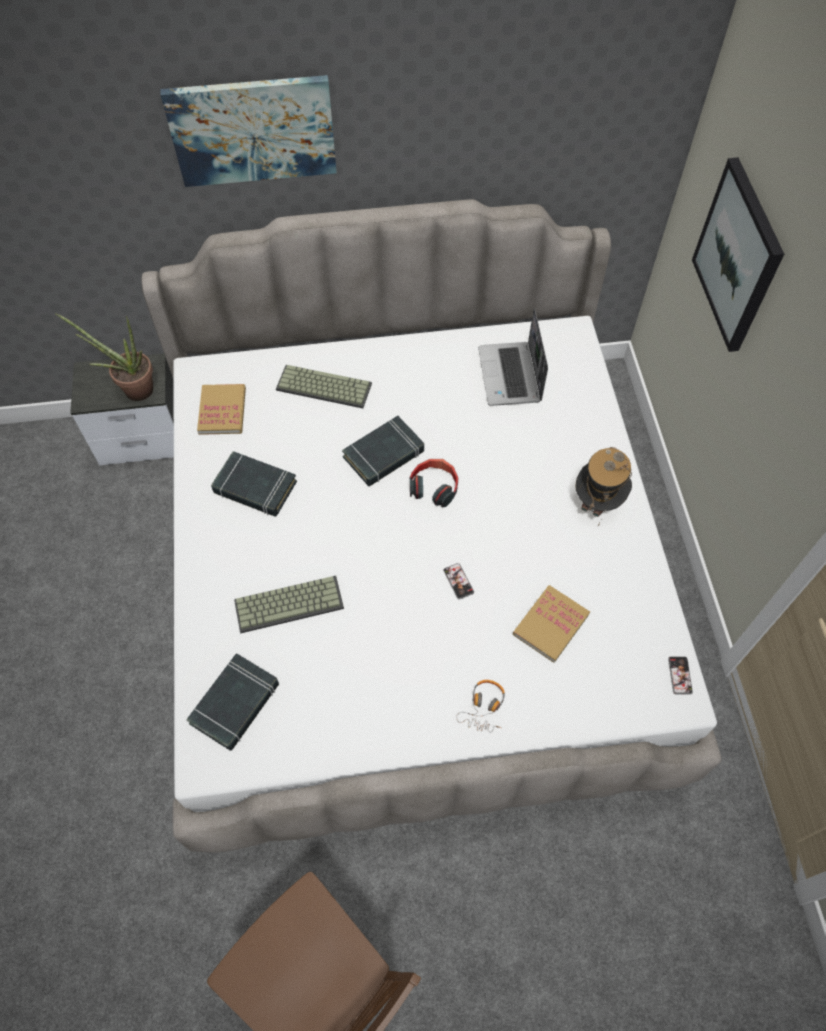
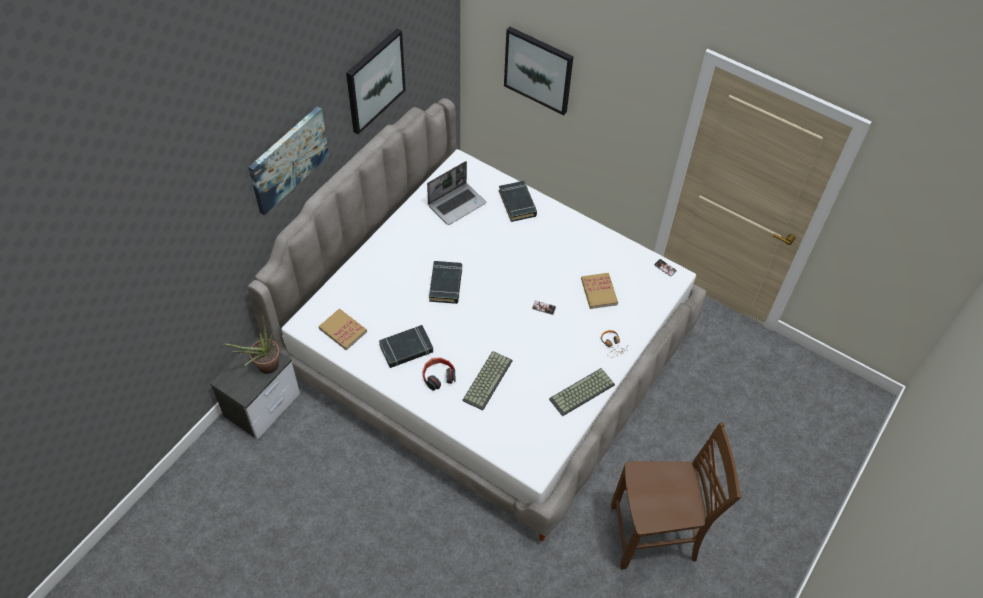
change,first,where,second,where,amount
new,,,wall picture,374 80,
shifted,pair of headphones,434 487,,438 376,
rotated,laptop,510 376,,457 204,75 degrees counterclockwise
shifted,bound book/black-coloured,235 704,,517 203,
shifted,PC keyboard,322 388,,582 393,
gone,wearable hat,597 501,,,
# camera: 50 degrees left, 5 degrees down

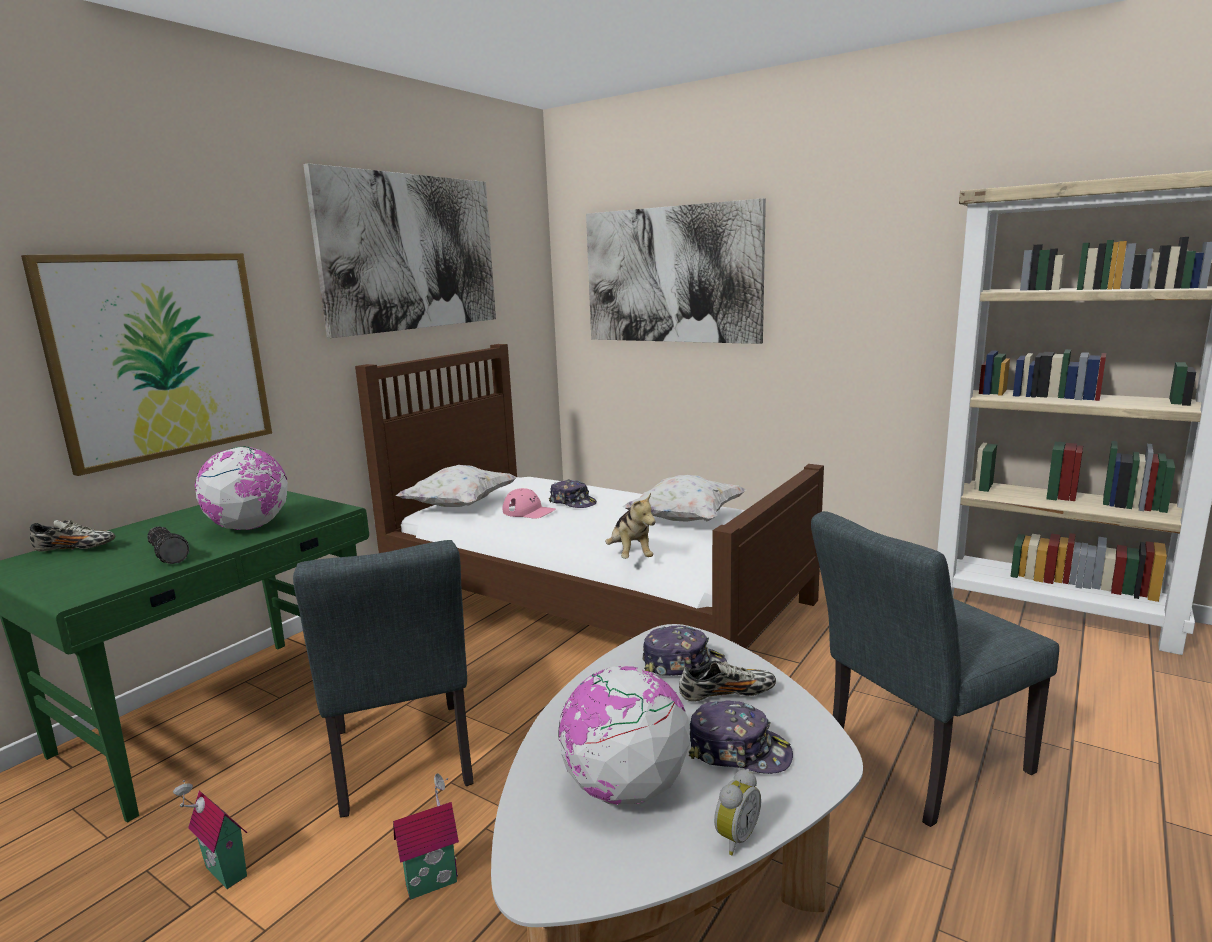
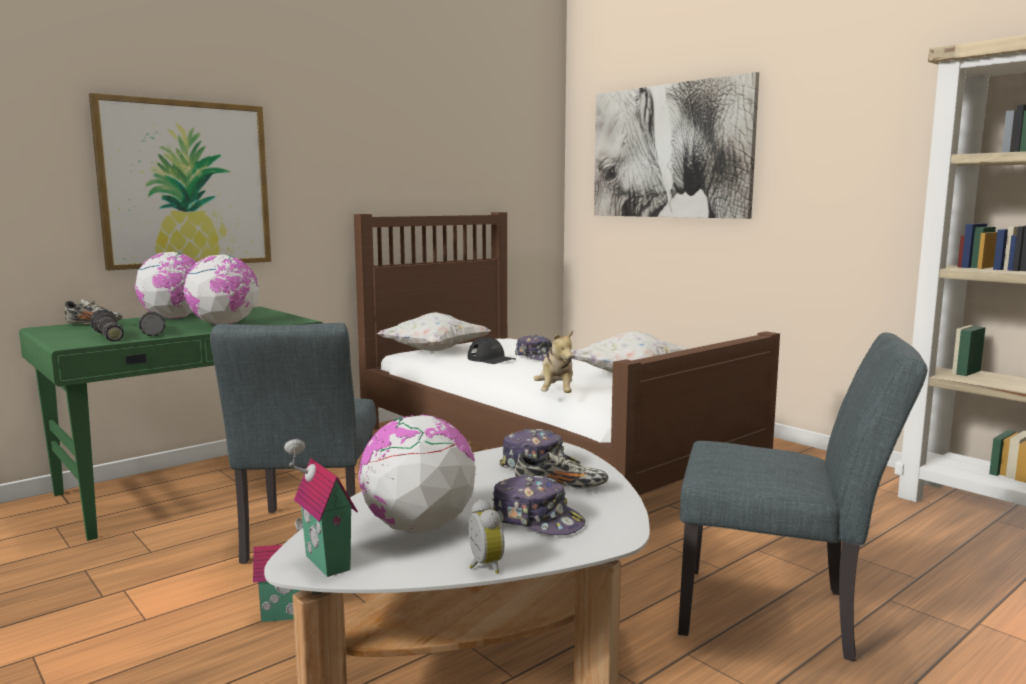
change,first,where,second,where,amount
new,,,hand torch,107 337,
new,,,globe,175 318,
shifted,model house,222 873,,323 563,
repainted,cap/pinkish,529 511,cap/black-coloured,491 359,
rotated,alarm clock,734 837,,483 566,75 degrees counterclockwise
rotated,upright chair/gray,916 766,,781 614,150 degrees counterclockwise
gone,wall picture,411 252,,,
# camera: 15 degrees right, 5 degrees down

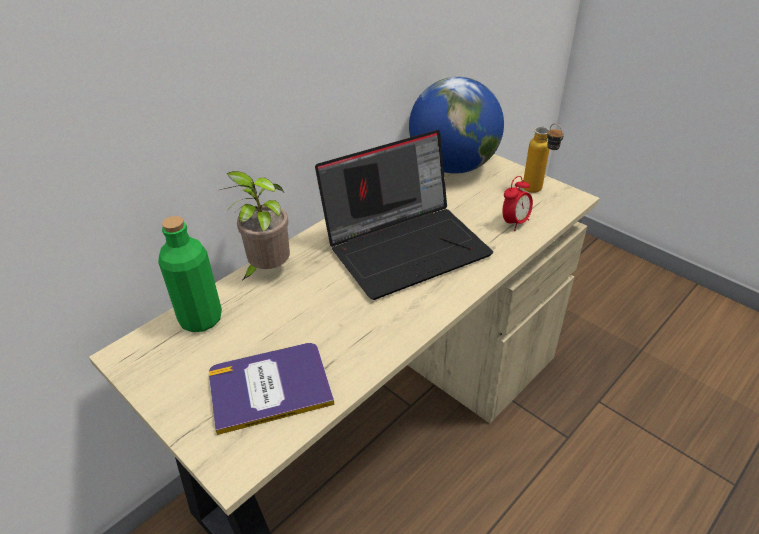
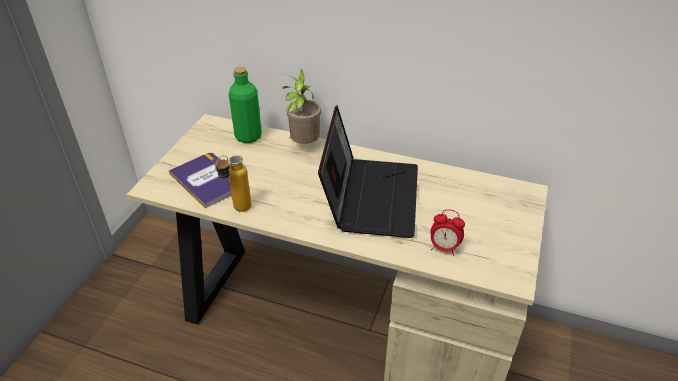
change,first,where,second,where,amount
shifted,drink bottle,537 192,,237 210,
rotated,laptop,407 245,,370 196,120 degrees counterclockwise
gone,globe,453 166,,,
# camera: 65 degrees right, 0 degrees up

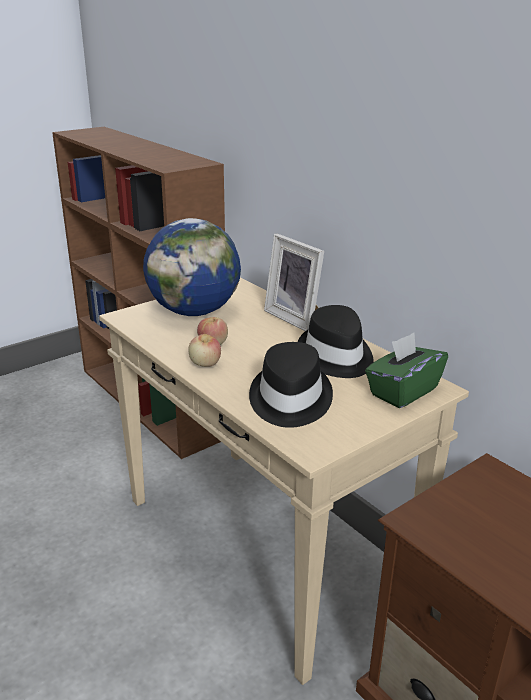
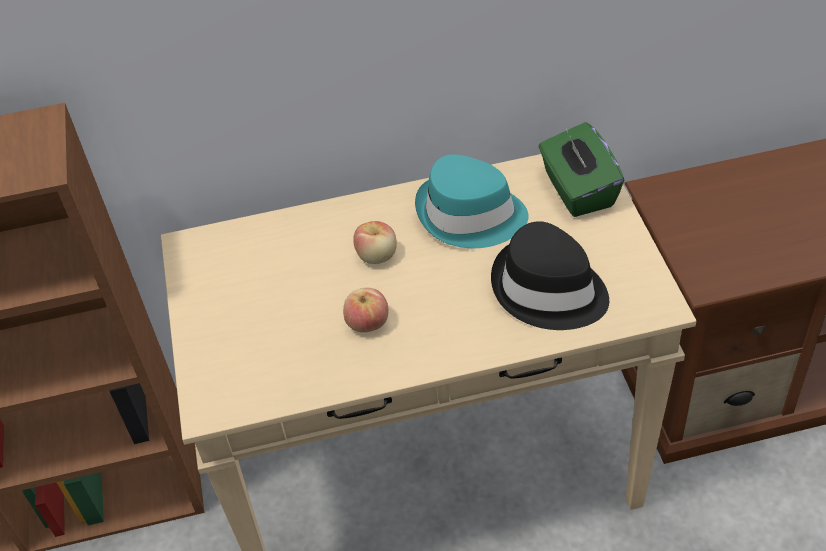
change,first,where,second,where,amount
shifted,apple fruit,205 364,,377 256,
repainted,wearable hat/black-coloured,335 356,wearable hat/turquoise,470 216,
gone,globe,194 311,,,
gone,standing frame,296 318,,,
# camera: 60 degrees left, 20 degrees up

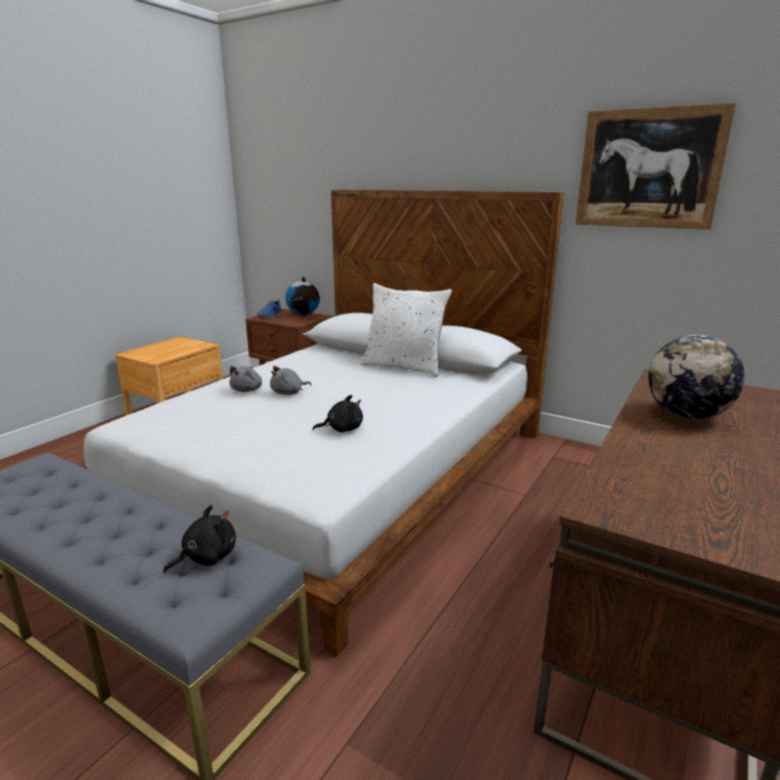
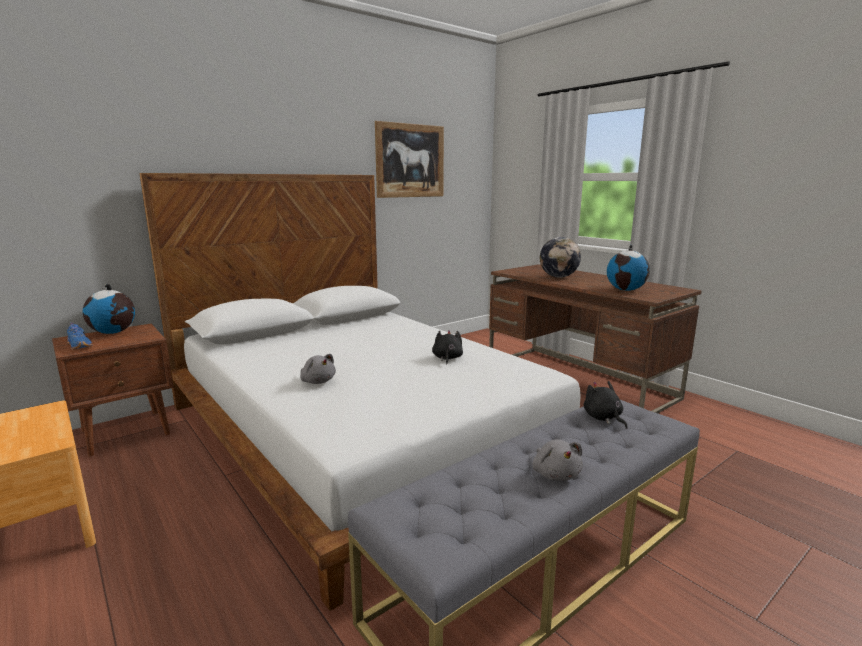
change,first,where,second,where,amount
shifted,cuddly toy/gray,289 393,,555 474,
new,,,globe,626 290,
gone,pillow/white,404 367,,,
# camera: 70 degrees left, 5 degrees down

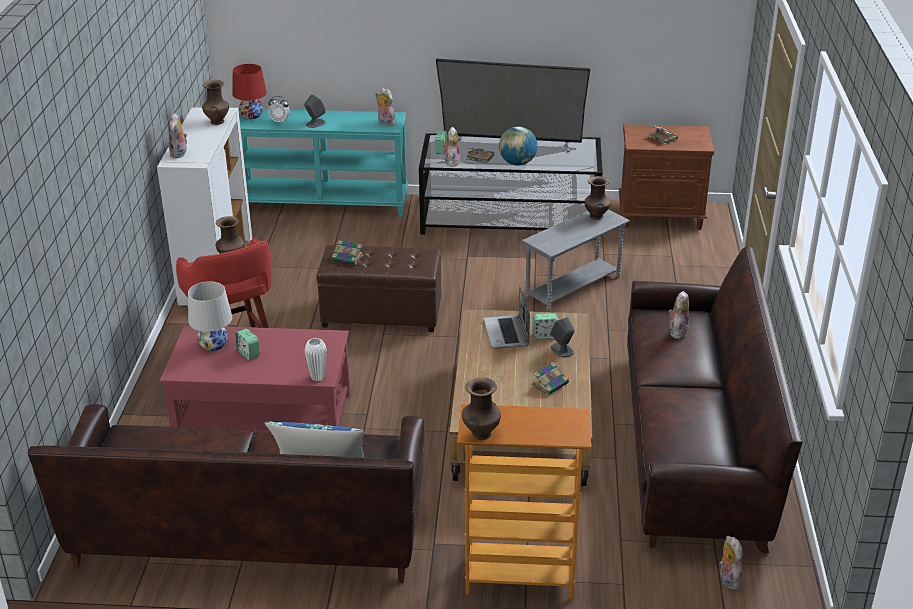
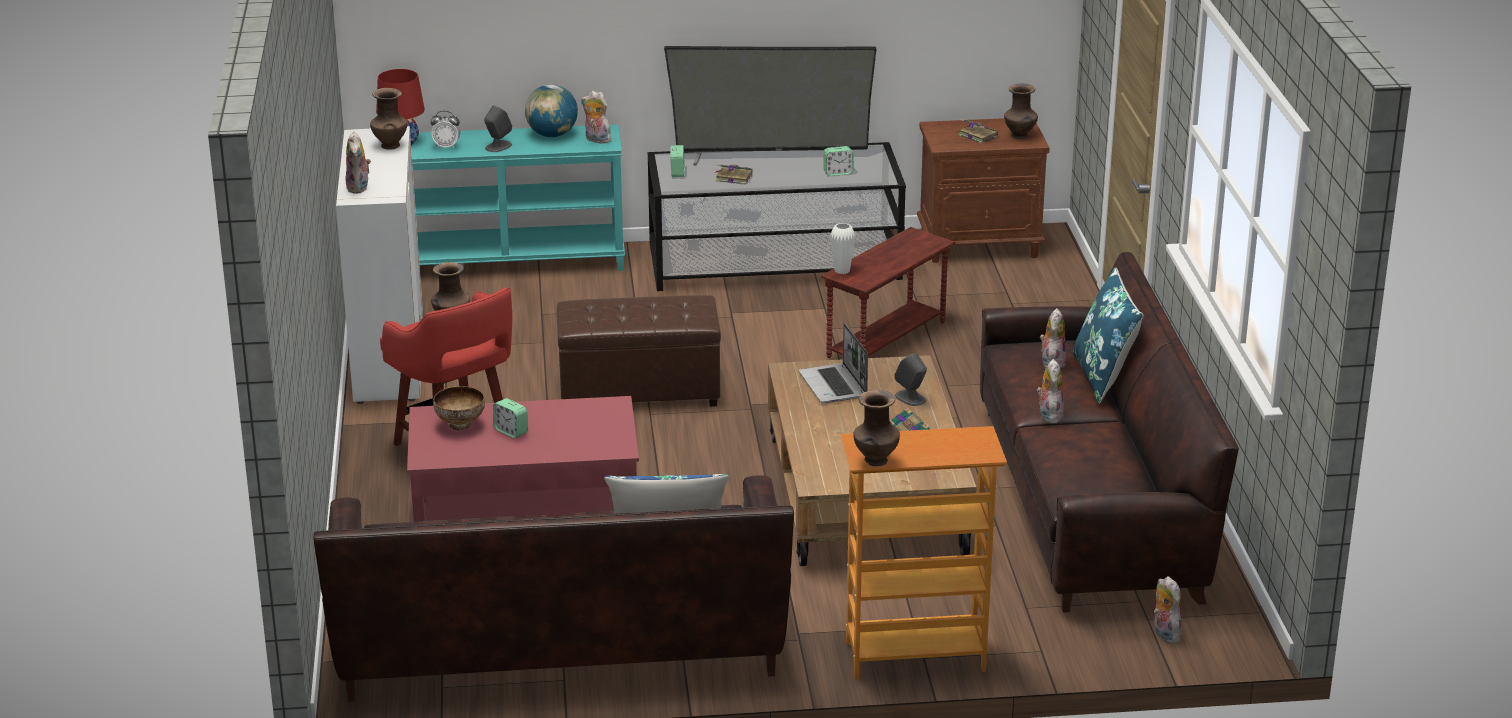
change,first,where,second,where,amount
swapped,lamp for a table/white,213 344,serving bowl,459 425,
shifted,globe,517 163,,552 135,
repainted,side table/gray,573 288,side table/brown,887 340,
shifted,alarm clock,545 335,,838 172,
shifted,decorative vase/white,317 377,,842 270,
shifted,decorative vase/brown,596 217,,1020 136,
shifted,cuddly toy,451 162,,1049 415,
new,,,pillow/bluish,1103 377,
gone,bound book,348 258,,,
# camera: 10 degrees left, 5 degrees down

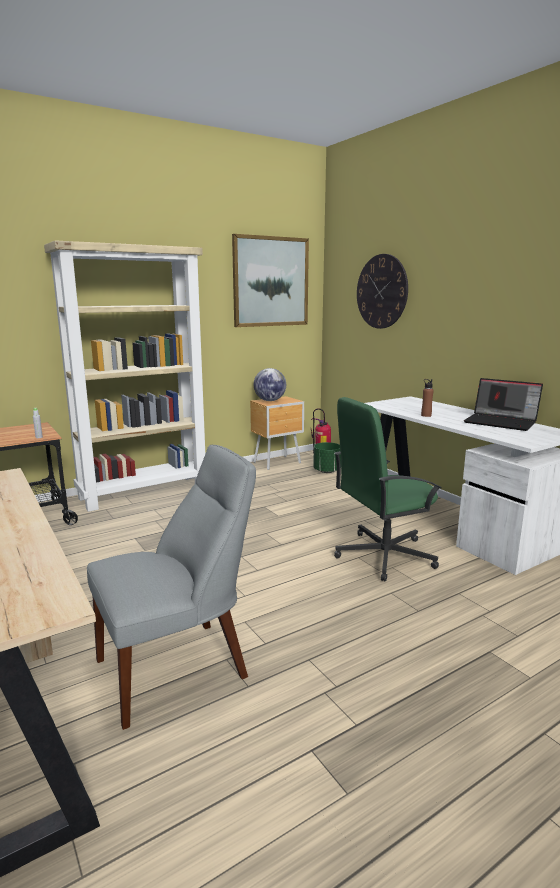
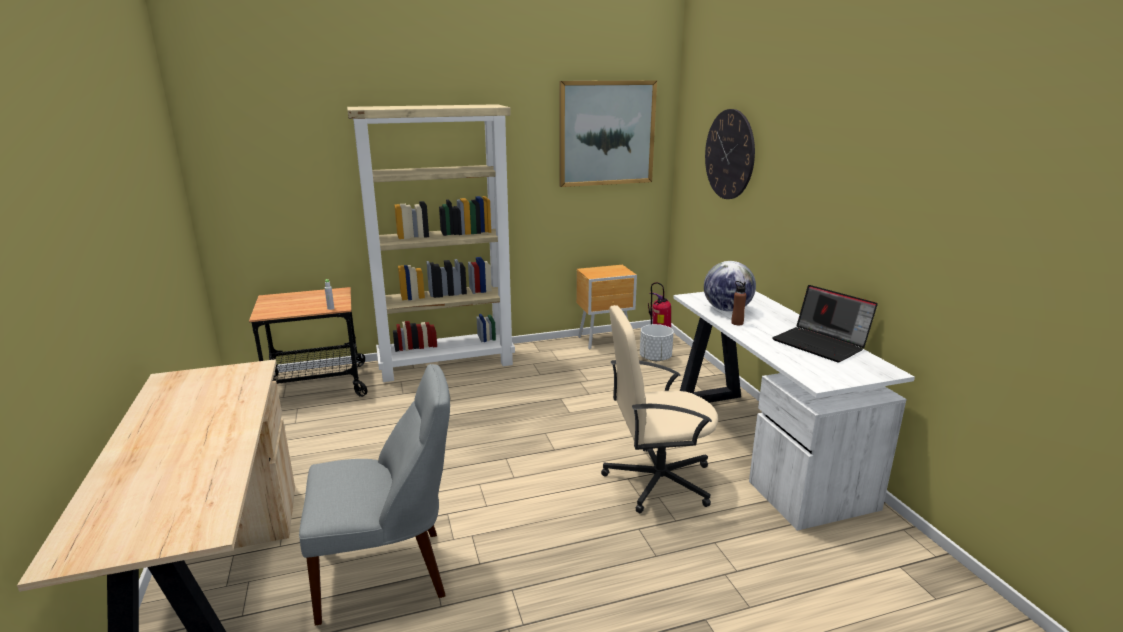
change,first,where,second,where,amount
repainted,desk chair/greenish,383 555,desk chair/sand-coloured,657 480,
repainted,flower pot/greenish,326 471,flower pot/white,655 358,
shifted,globe,269 400,,727 309,
# camera: 15 degrees right, 5 degrees up

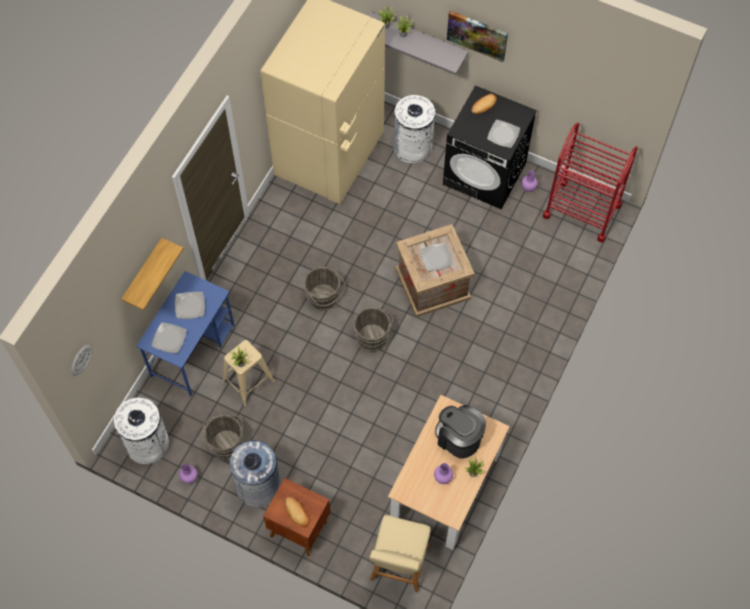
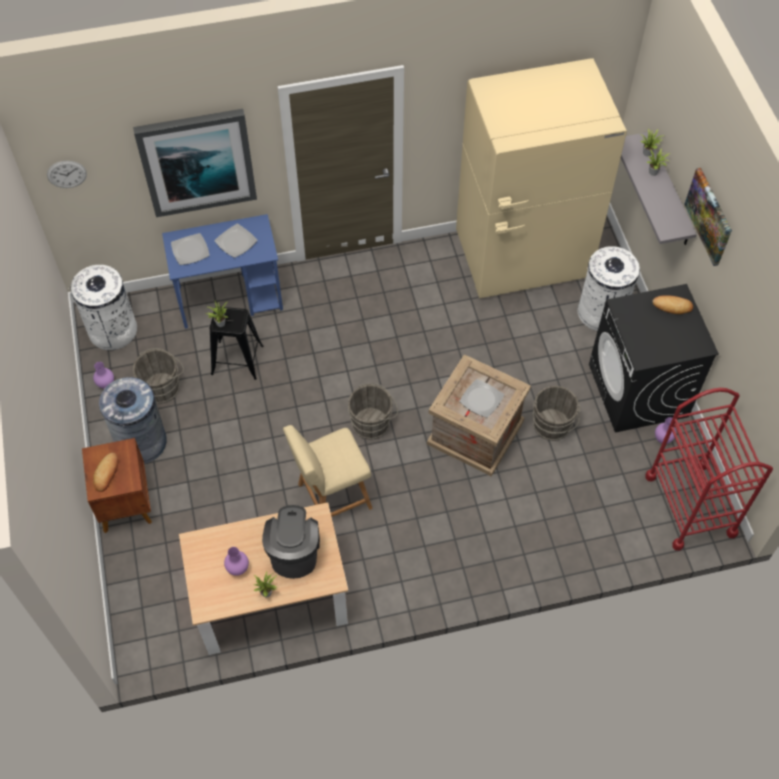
change,first,where,second,where,amount
swapped,shelf,143 274,wall picture,197 161,
repainted,sitting stool/sand-coloured,248 381,sitting stool/black-coloured,237 360,
shifted,upright chair/sand-coloured,399 566,,331 497,
shifted,bucket/gray,324 299,,551 427,
gone,plate,503 135,,,
# camera: 50 degrees right, 5 degrees down

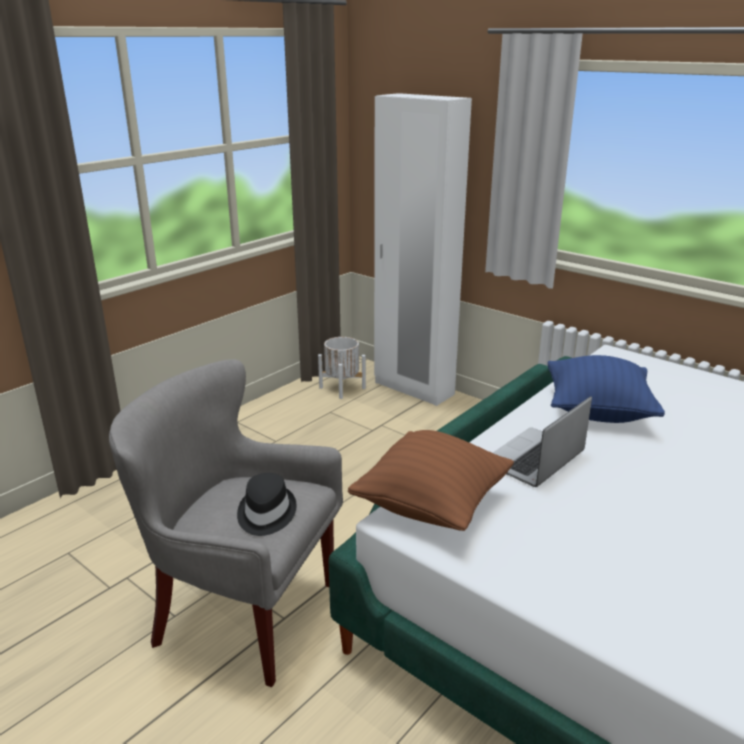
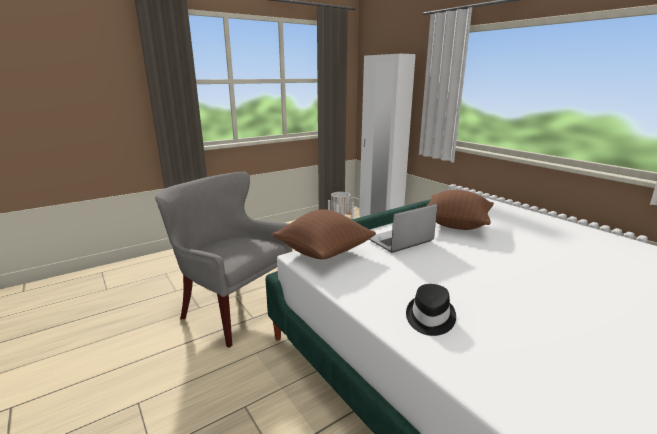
change,first,where,second,where,amount
shifted,wearable hat/black-coloured,265 513,,429 317,
repainted,pillow/bluish,597 412,pillow/brown,456 225,
# camera: 15 degrees right, 5 degrees down

